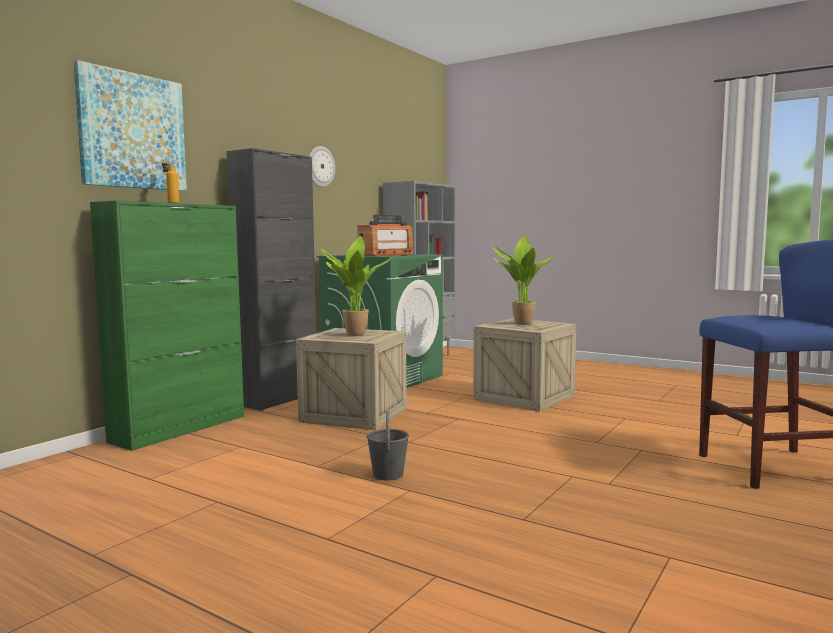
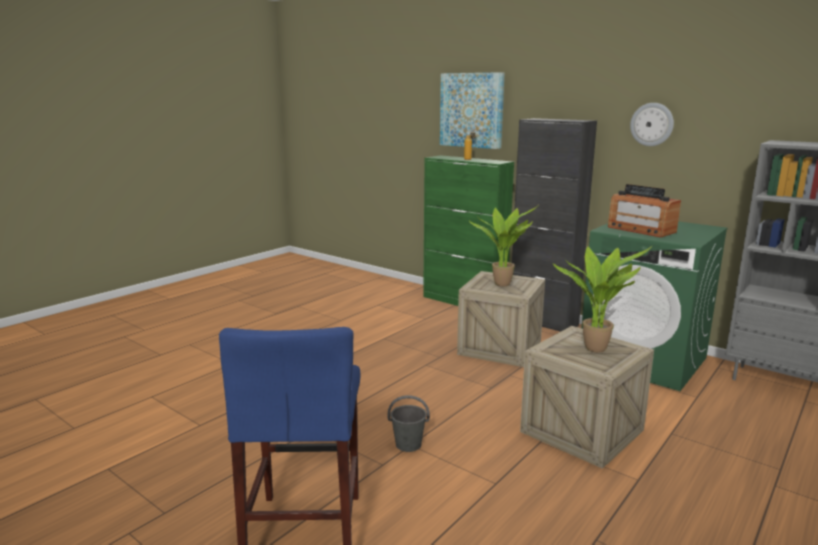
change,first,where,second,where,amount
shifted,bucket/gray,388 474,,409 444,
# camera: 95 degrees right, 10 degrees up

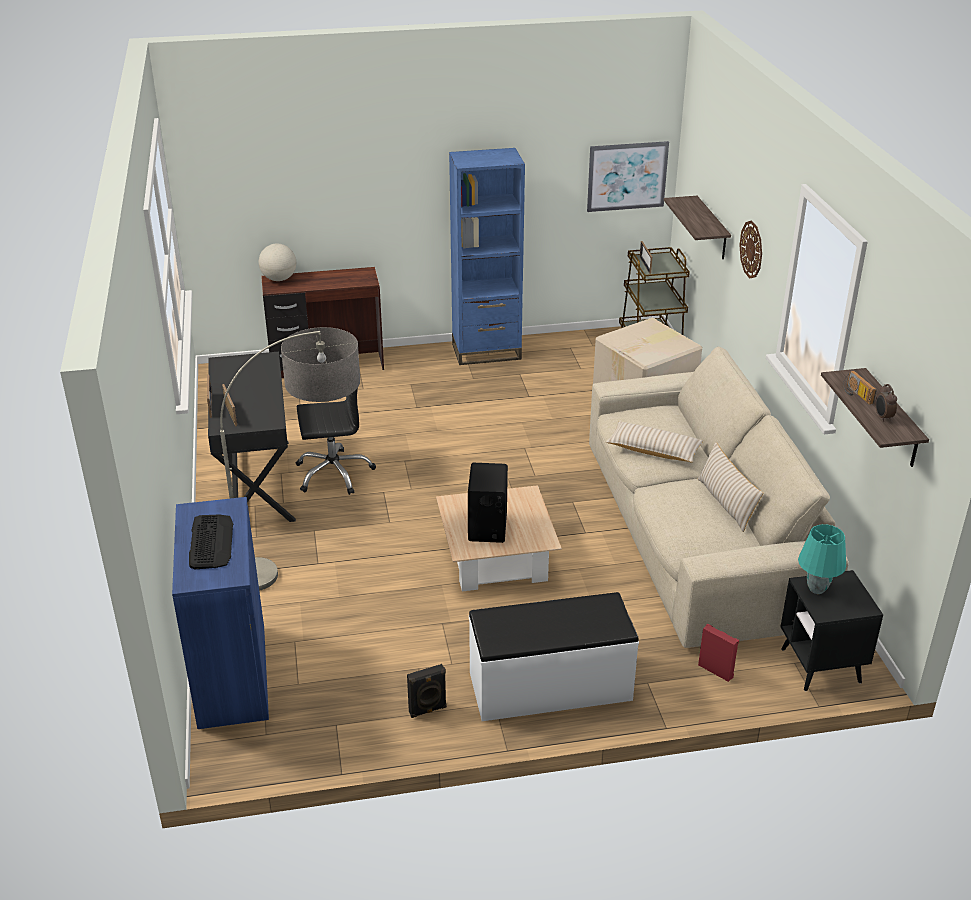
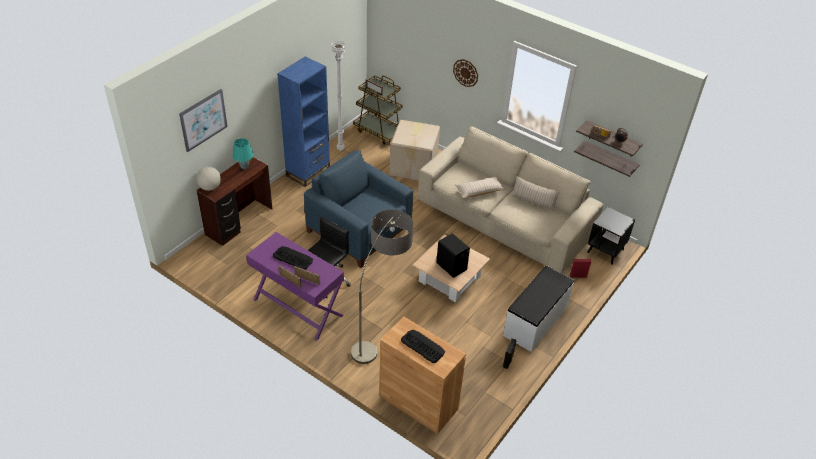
change,first,where,second,where,amount
shifted,wall picture,627 176,,203 120,
shifted,lamp for a table/turquoise,816 589,,244 167,
repainted,desk/black-coloured,256 483,desk/purple,297 307,
new,,,PC keyboard,293 258,
new,,,lounge chair/bluish,360 231,
new,,,standing lamp/white,341 149,
repainted,cupboard/bluish,232 675,cupboard/brown,418 402,
shifted,shelf,712 228,,609 159,
# camera: 45 degrees left, 10 degrees up

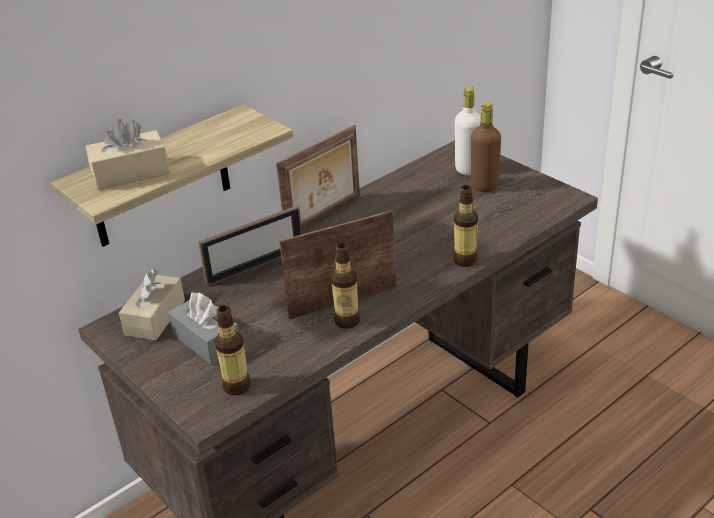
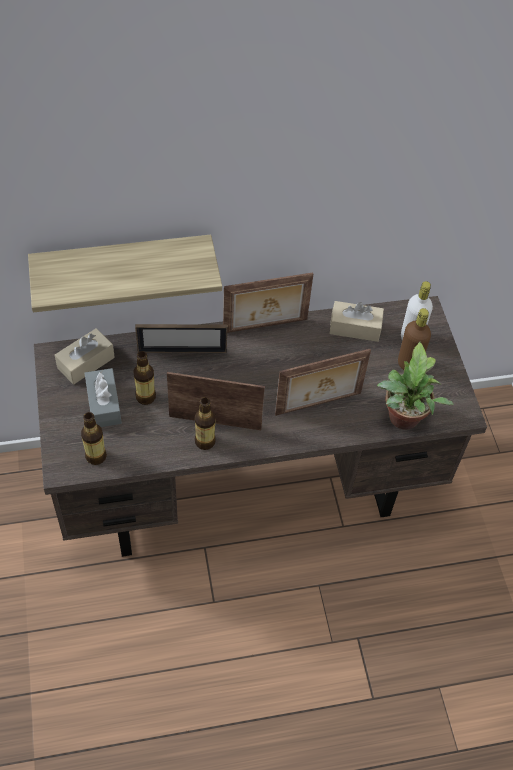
change,first,where,second,where,amount
shifted,drink bottle,465 260,,145 397,
new,,,standing frame,318 405,
shifted,tissue holder/sand-coloured,131 173,,355 328,
new,,,plant in a pot,403 421,
# camera: 25 degrees right, 20 degrees up

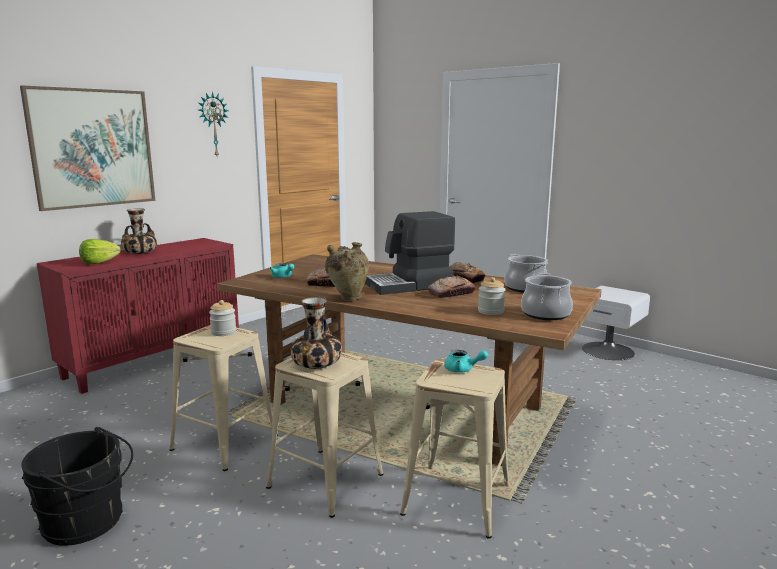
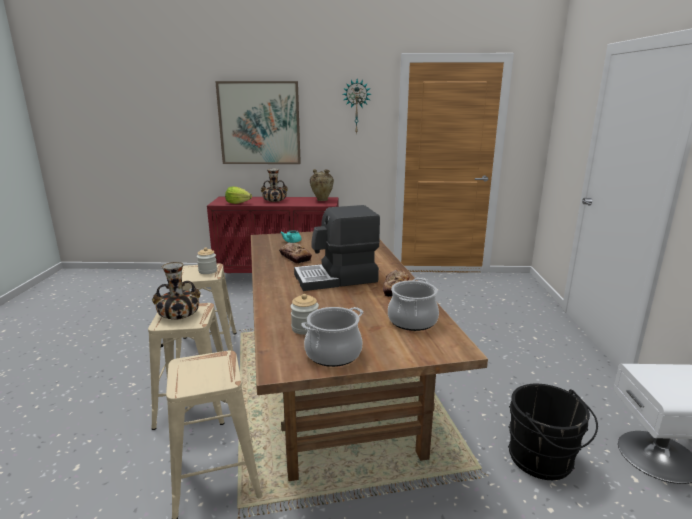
change,first,where,second,where,amount
rotated,coffee brewer,410 285,,336 278,45 degrees counterclockwise
shifted,decorative vase/sand-coloured,347 298,,322 200,
shifted,bucket/black-coloured,87 522,,543 461,
gone,baked bread,451 293,,,
gone,pot for tea/turquoise,463 370,,,
# camera: 50 degrees right, 5 degrees up

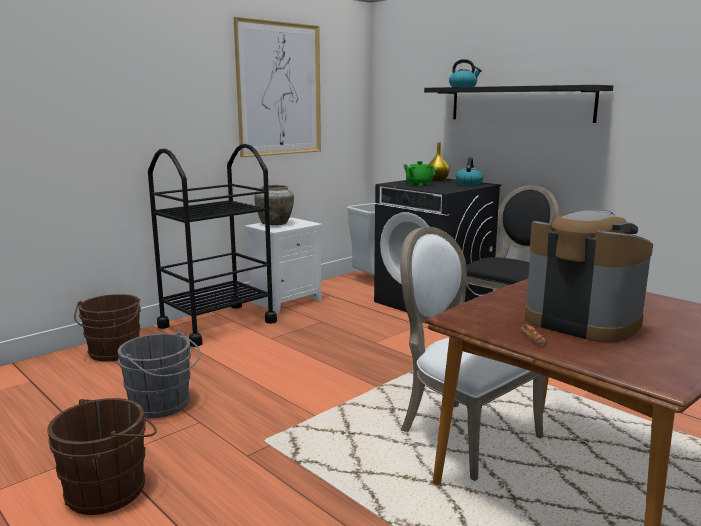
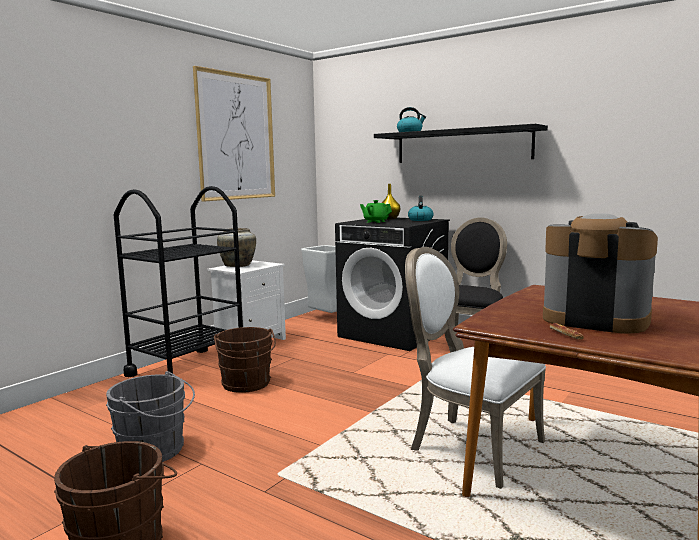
change,first,where,second,where,amount
shifted,bucket/brown,114 353,,246 385,
# camera: 10 degrees left, 5 degrees down

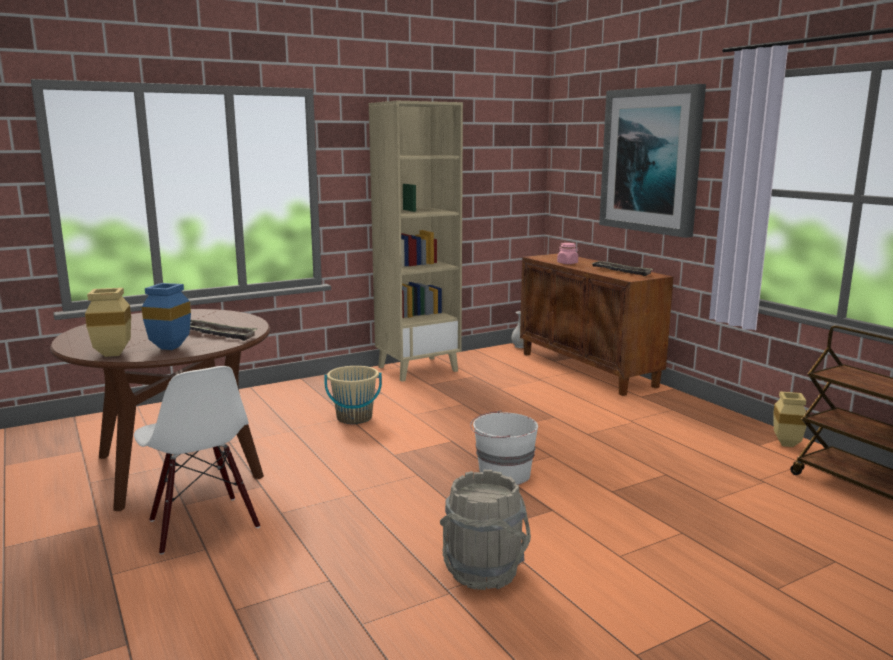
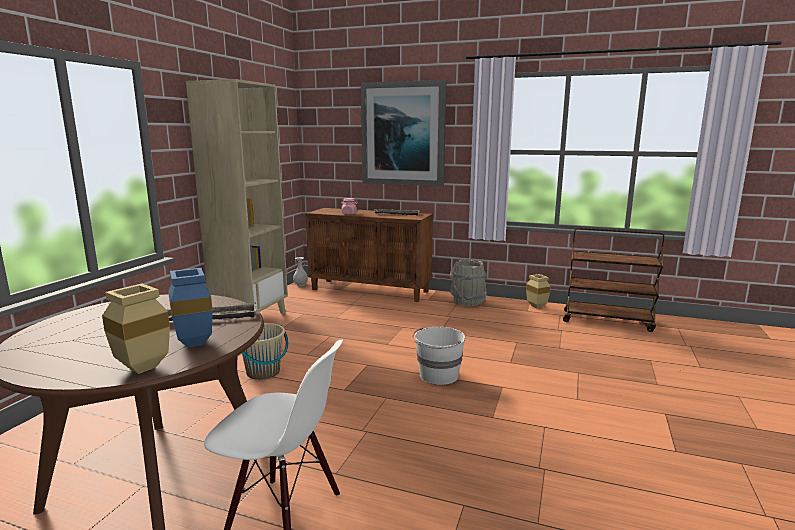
change,first,where,second,where,amount
shifted,bucket/gray,483 571,,467 302,
# camera: 40 degrees left, 0 degrees up

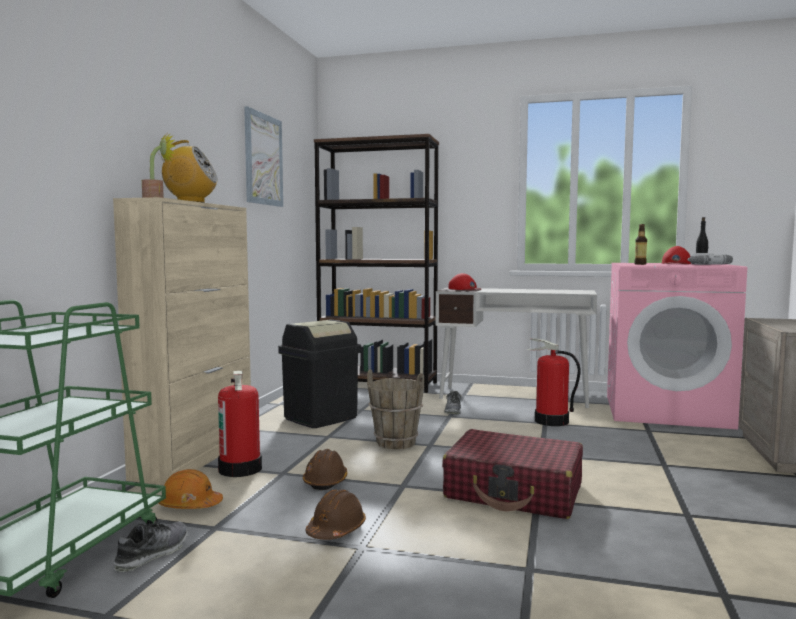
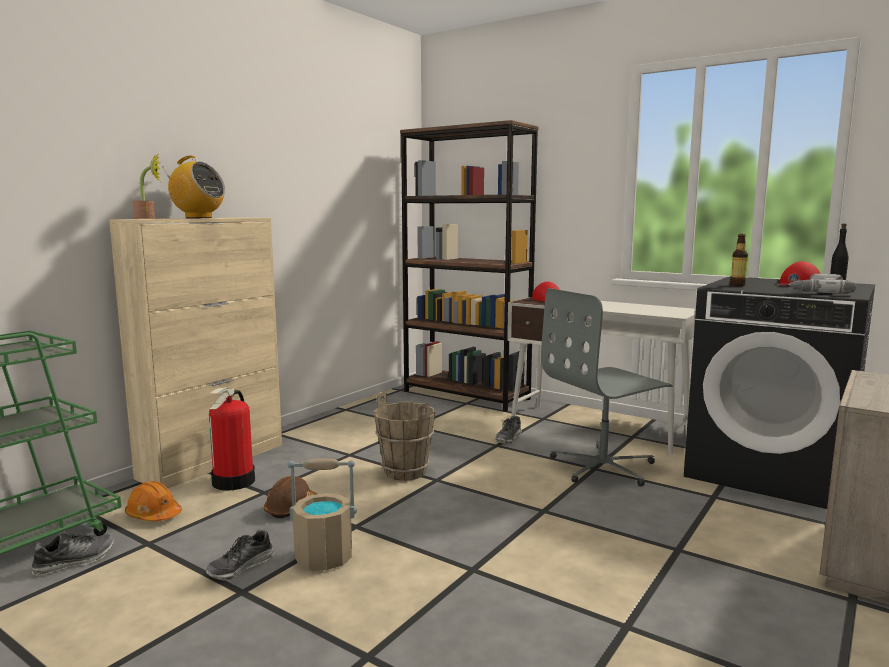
change,first,where,second,where,amount
swapped,safety helmet/brown,336 530,item of footwear,241 567,
new,,,bucket/sand-coloured,324 557,
swapped,extinguisher,551 421,desk chair/gray,604 467,
repainted,laundry appliance/pinkish,667 411,laundry appliance/black-coloured,771 471,
gone,wall picture,263 159,,,
gone,rubbish bin/black-coloured,320 418,,,
gone,piece of luggage/reddish,514 491,,,
# camera: 20 degrees right, 5 degrees up

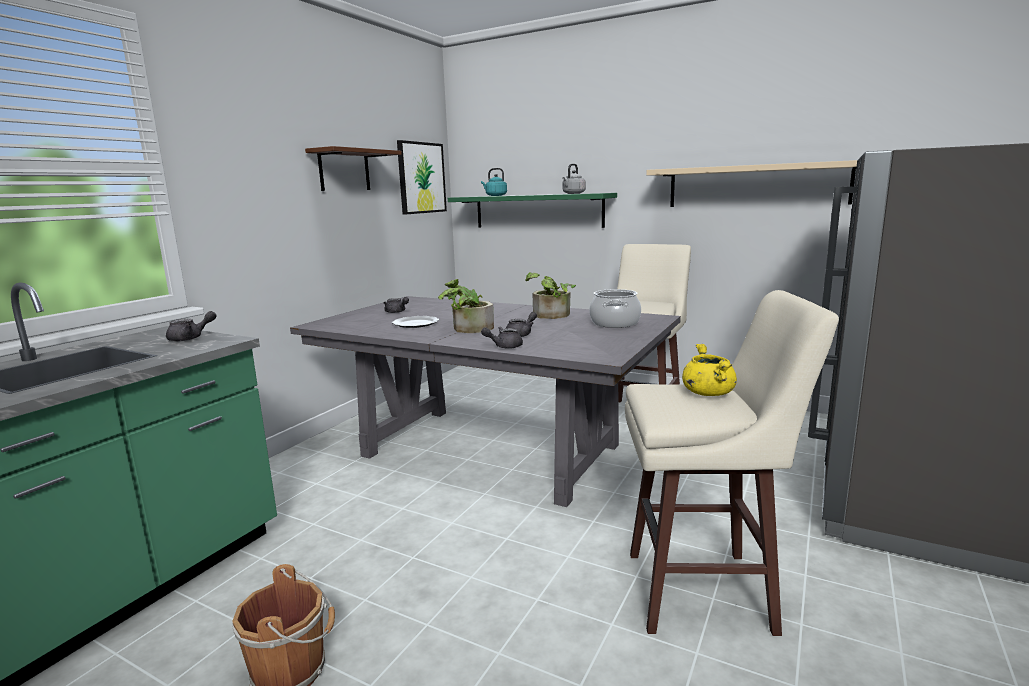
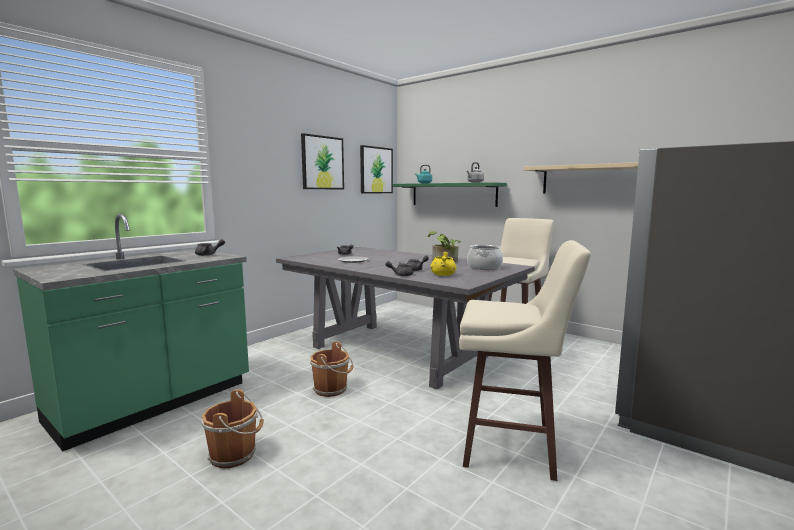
change,first,where,second,where,amount
swapped,shelf/brown,344 170,wall picture,322 163,
new,,,bucket/brown,332 389,
shifted,saucepot/yellow,707 393,,443 275,
gone,plant in a pot,467 329,,,
# camera: 10 degrees right, 5 degrees down

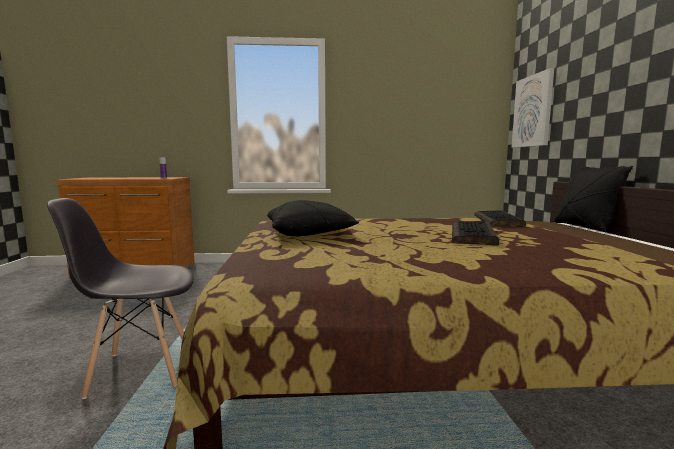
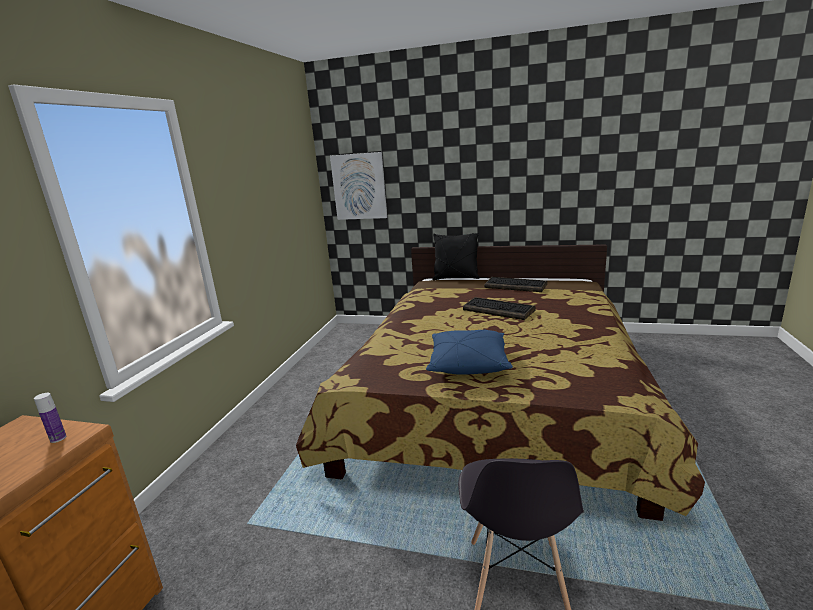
change,first,where,second,where,amount
repainted,pillow/black-coloured,310 233,pillow/bluish,468 363,
shifted,PC keyboard,498 221,,516 286,
# camera: 70 degrees left, 10 degrees up

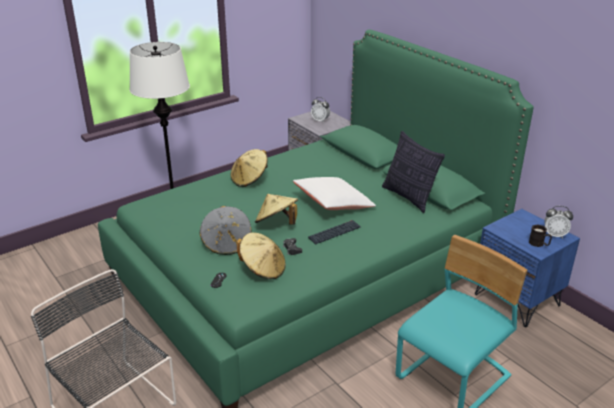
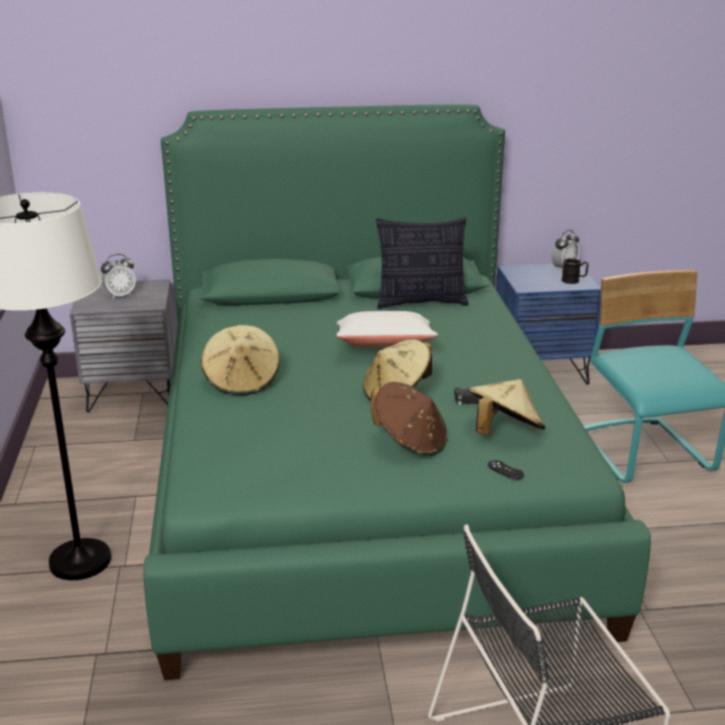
change,first,where,second,where,amount
repainted,wearable hat/gray,227 243,wearable hat/brown,410 442,
gone,PC keyboard,334 233,,,
# camera: 60 degrees left, 5 degrees down

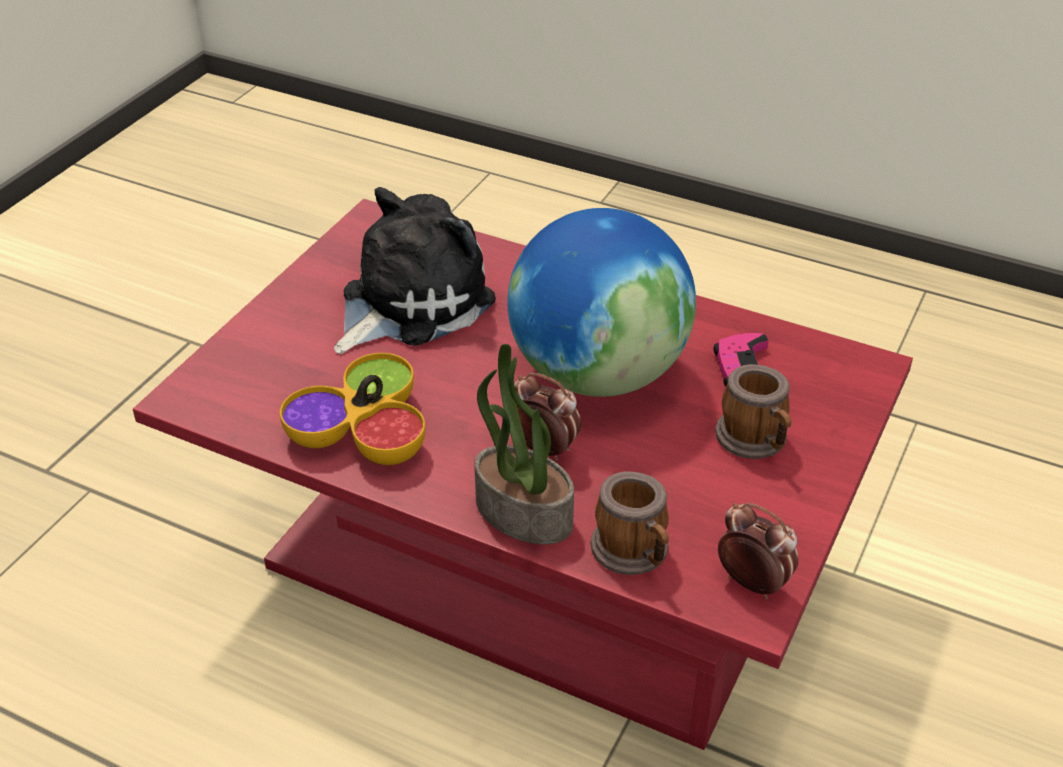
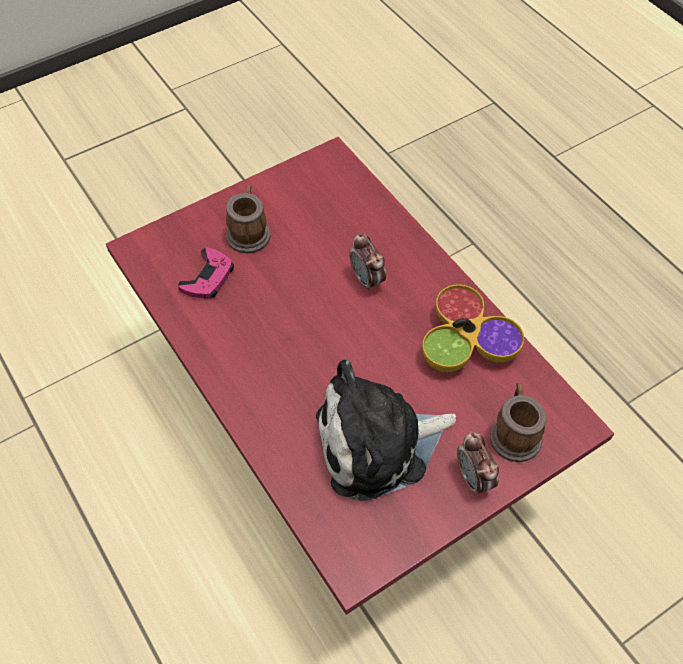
change,first,where,second,where,amount
shifted,alarm clock,752 583,,474 478,
shifted,coffee mug,634 553,,514 433,
gone,plant in a pot,521 514,,,
gone,globe,598 373,,,
# camera: 150 degrees left, 15 degrees up

